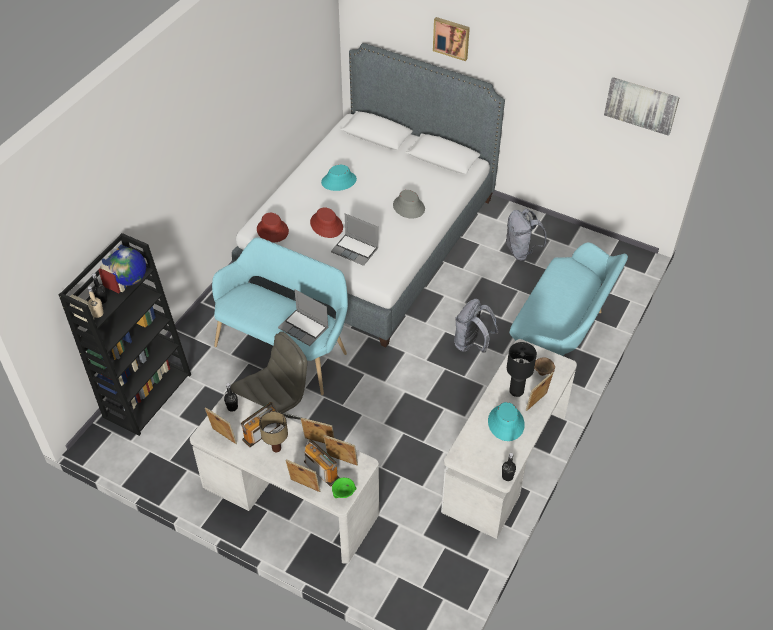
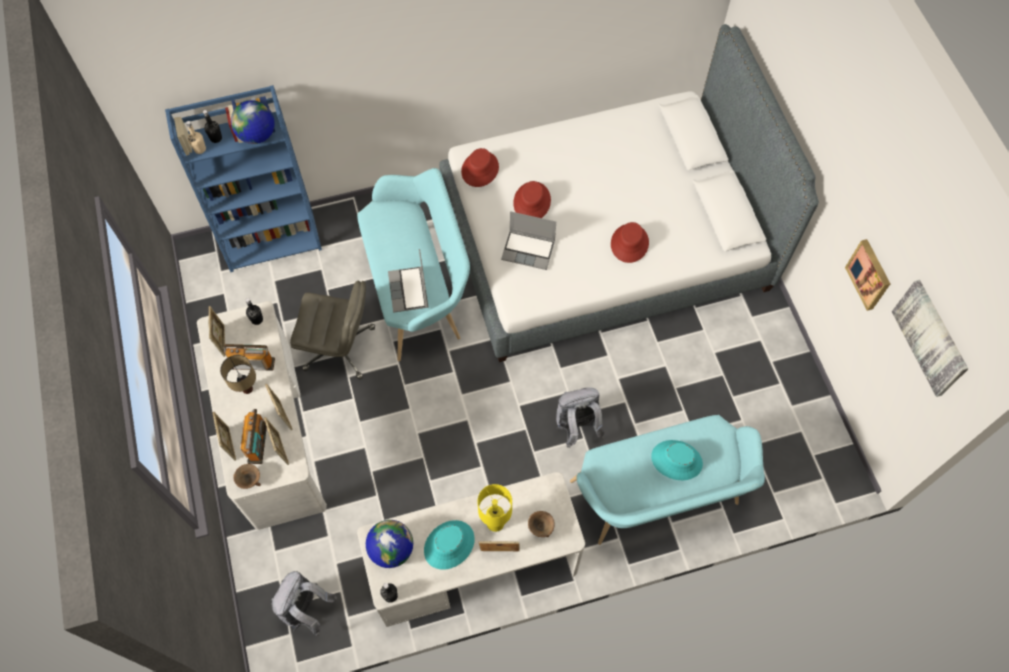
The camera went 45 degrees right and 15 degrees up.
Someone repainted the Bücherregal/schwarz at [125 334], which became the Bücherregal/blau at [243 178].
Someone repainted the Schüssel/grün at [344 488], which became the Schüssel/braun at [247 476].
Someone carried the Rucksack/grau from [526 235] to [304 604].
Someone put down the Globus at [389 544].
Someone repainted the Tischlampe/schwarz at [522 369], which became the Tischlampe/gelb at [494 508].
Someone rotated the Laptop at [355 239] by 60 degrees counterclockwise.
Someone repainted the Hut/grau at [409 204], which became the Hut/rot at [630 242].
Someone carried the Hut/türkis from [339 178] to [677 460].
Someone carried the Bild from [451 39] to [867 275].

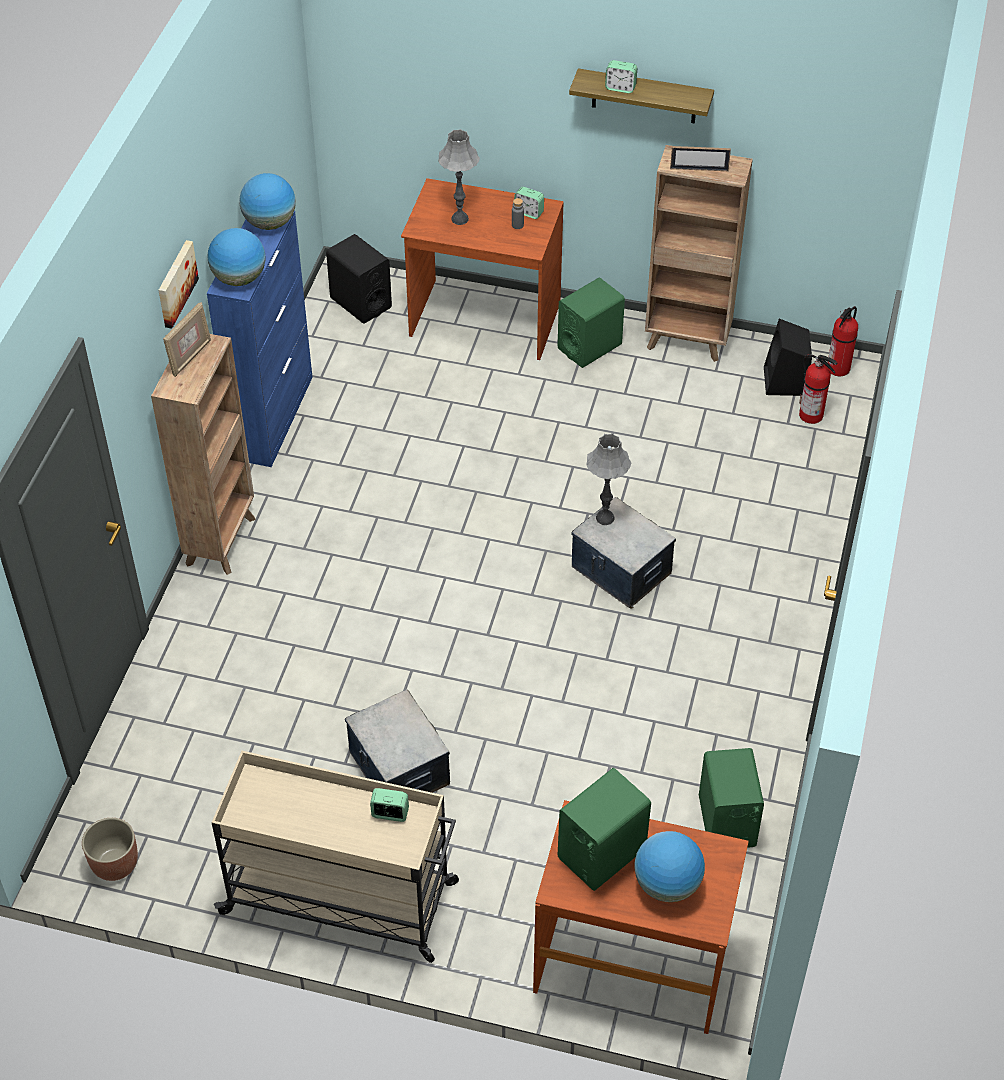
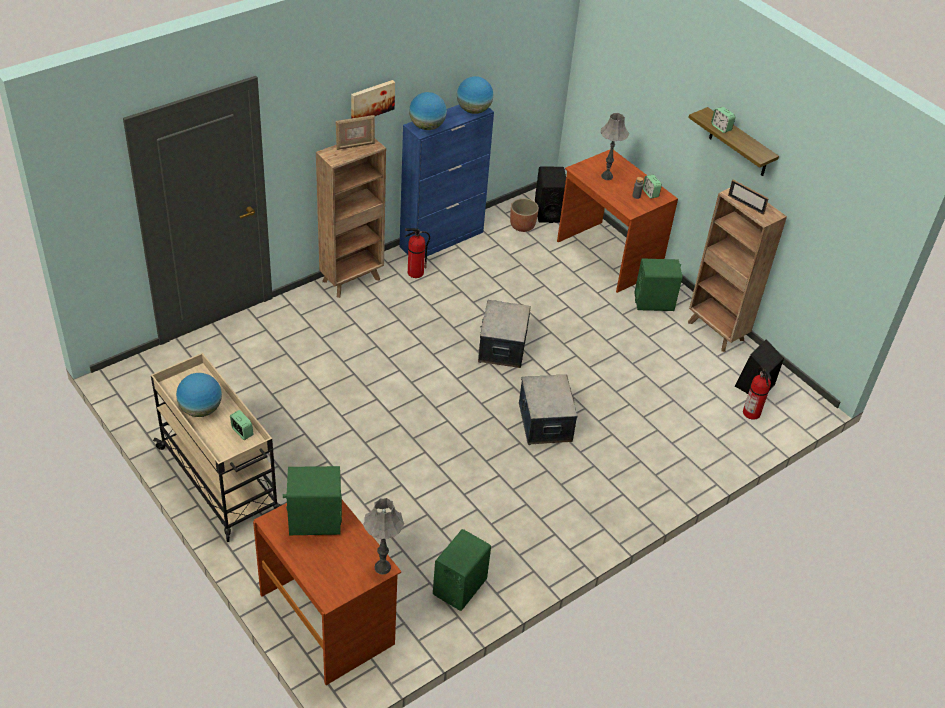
The camera went 35 degrees right and 5 degrees down.
Someone carried the Globus from [669 866] to [199 395].
Someone carried the Tischlampe/grau from [608 479] to [383 536].
Someone carried the Feuerlöscher from [842 341] to [417 253].
Someone carried the Aufbewahrungsbox from [397 741] to [504 334].
Someone carried the Pflanzkübel from [110 849] to [524 215].

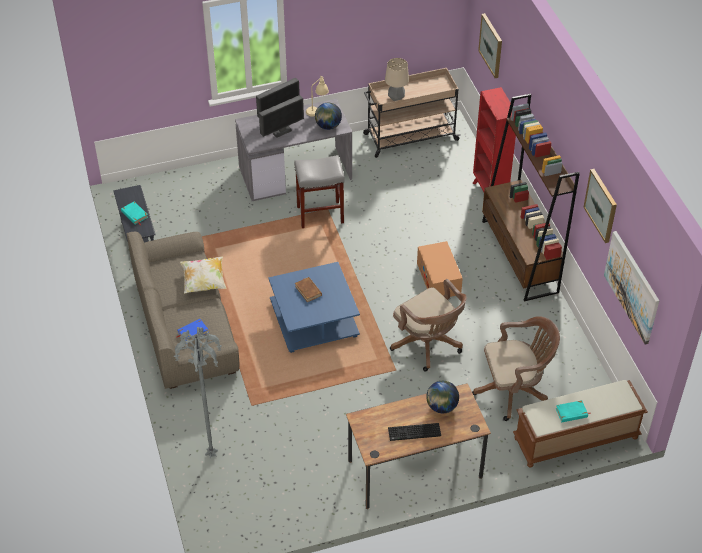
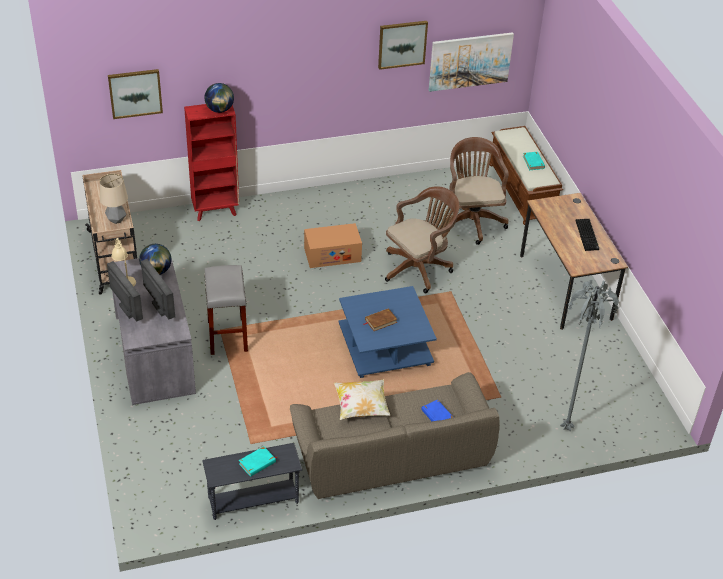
The camera went 90 degrees left and 5 degrees down.
Someone carried the Globus from [442 397] to [219 98].
Someone took away the Bücherregal/braun at [531 197].

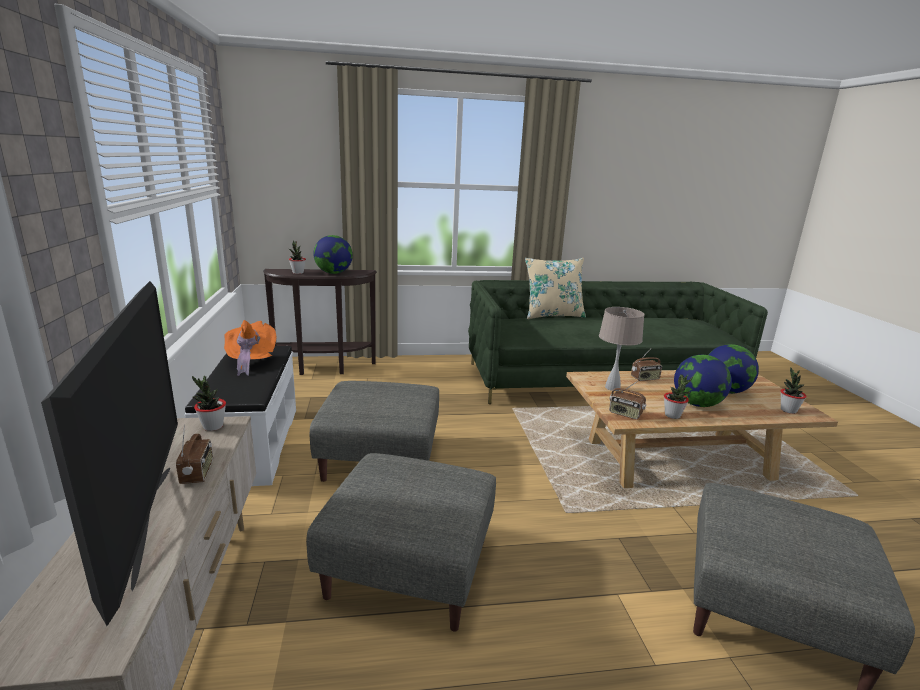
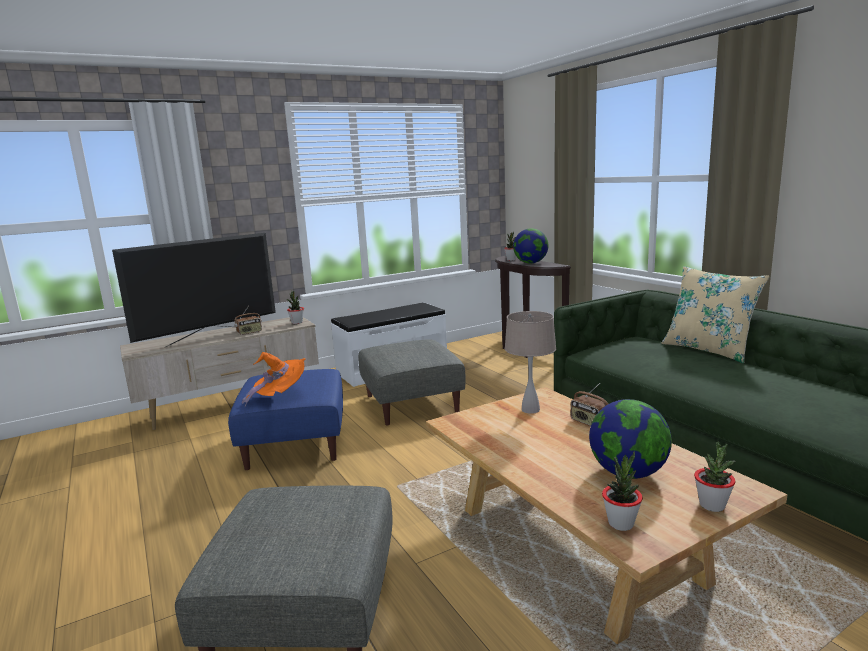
The camera went 70 degrees right and 5 degrees down.
Someone repainted the Polsterhocker/grau at [401 542], which became the Polsterhocker/blau at [285 419].
Someone carried the Hut/orange from [250 348] to [273 379].
Someone carried the Topfpflanze from [678 396] to [715 477].
Someone took away the Radio at [627 400].
Someone took away the Globus at [703 381].

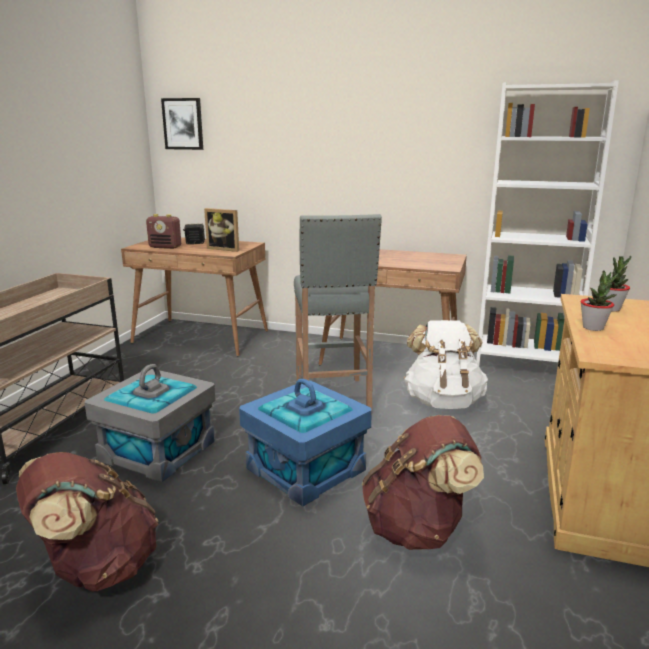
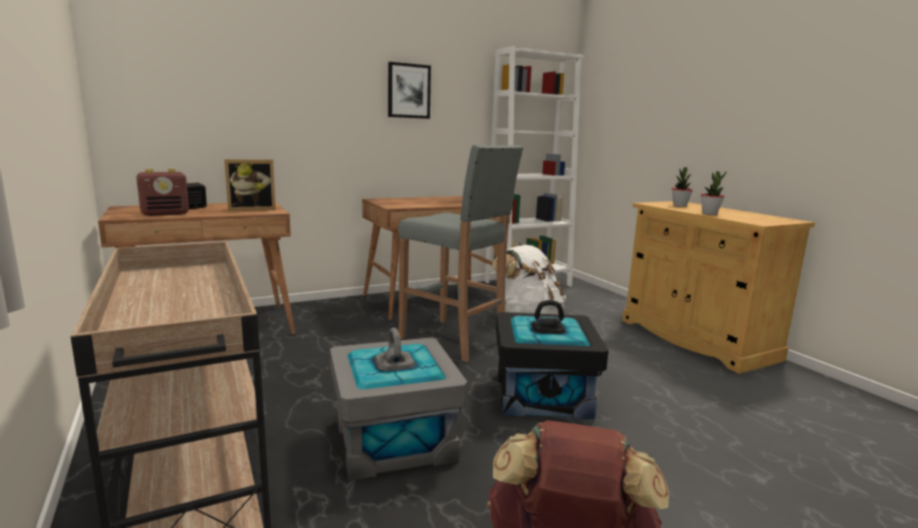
The camera went 45 degrees left and 5 degrees down.
Someone carried the Bild from [182 124] to [409 90].
Someone repainted the Aufbewahrungsbox/blau at [305 442], which became the Aufbewahrungsbox/schwarz at [552 359].
Someone took away the Rucksack/braun at [423 482].

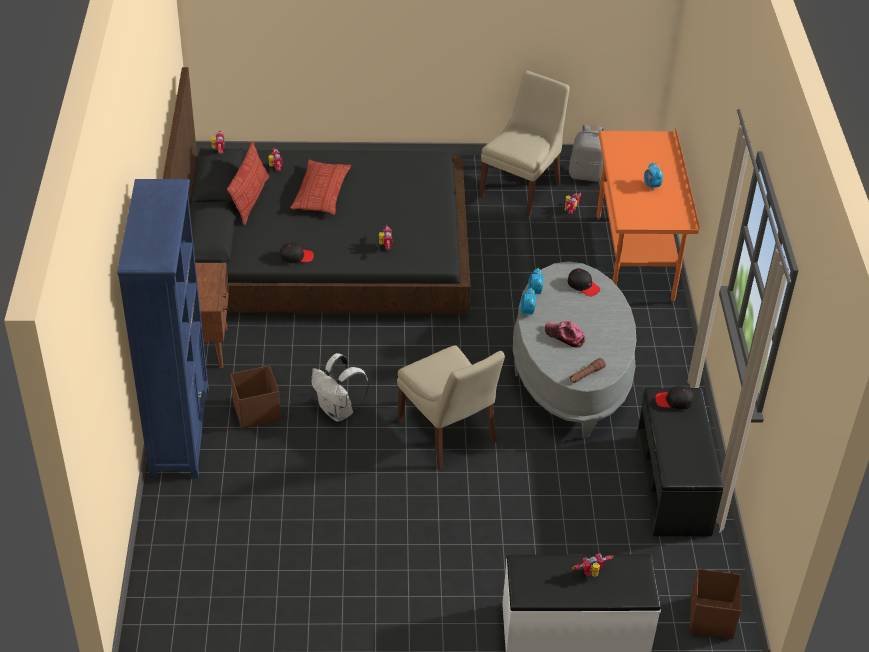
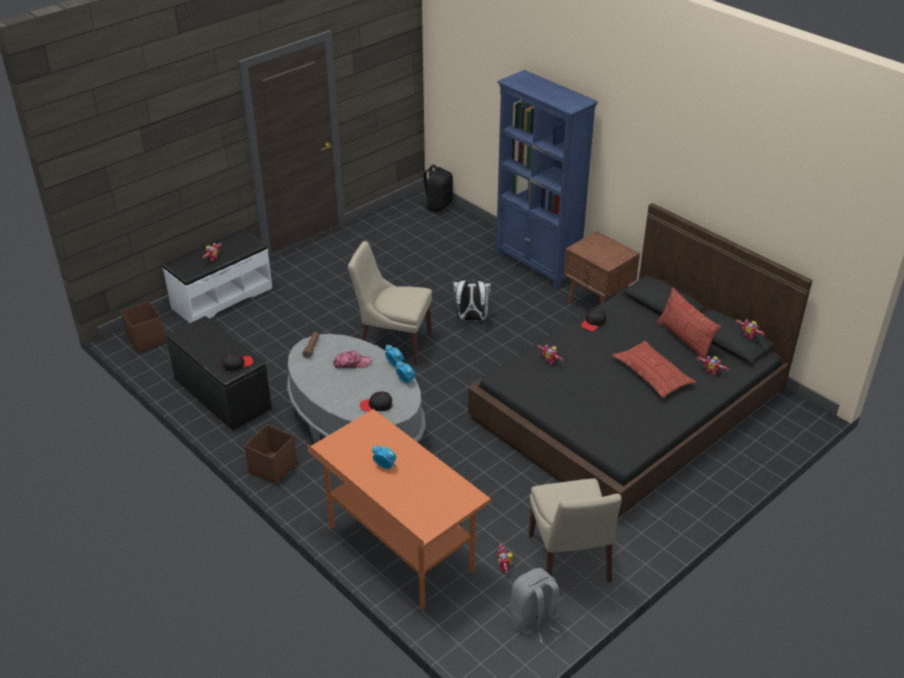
The camera went 140 degrees right and 5 degrees down.
Someone carried the Aufbewahrungsbox/braun from [255 397] to [270 454].
Someone put down the Rucksack/schwarz at [436 188].

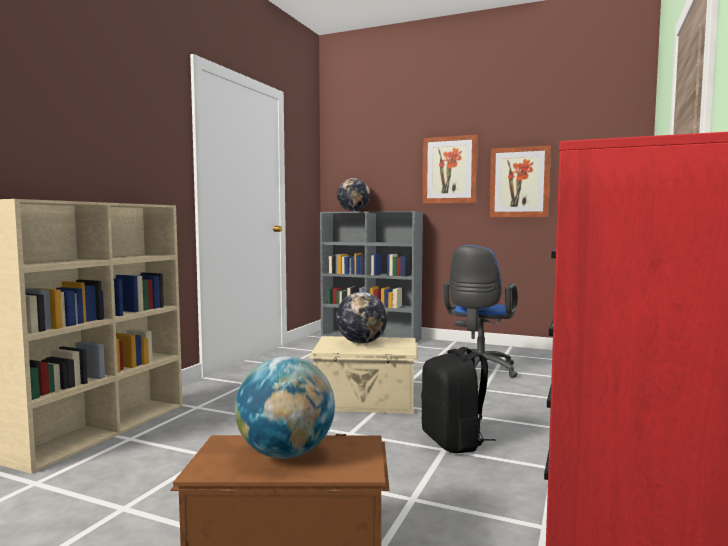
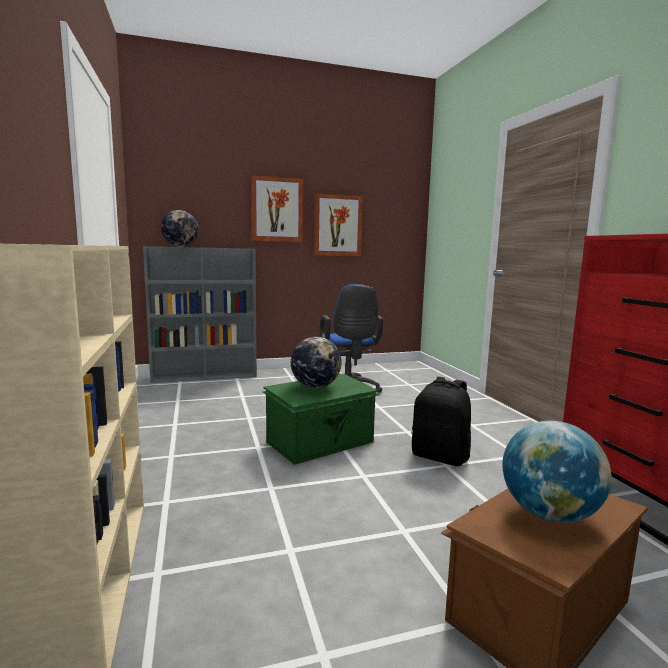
The camera went 40 degrees left and 5 degrees up.
Someone repainted the Aufbewahrungsbox/beige at [363 375], which became the Aufbewahrungsbox/grün at [322 419].

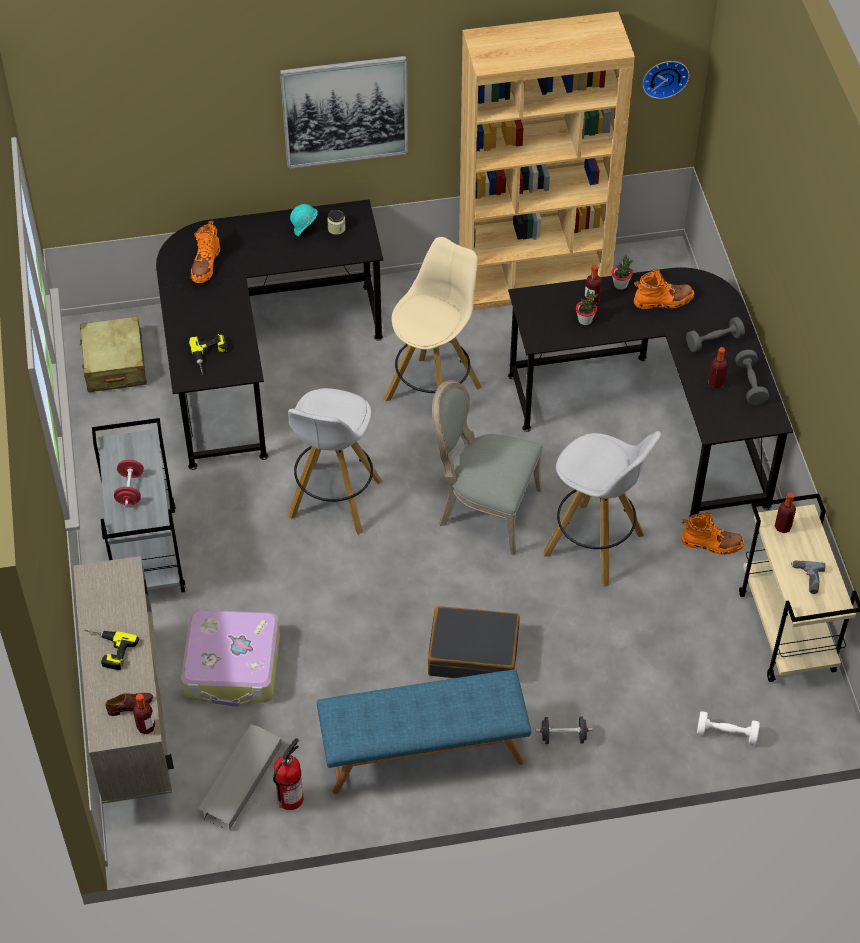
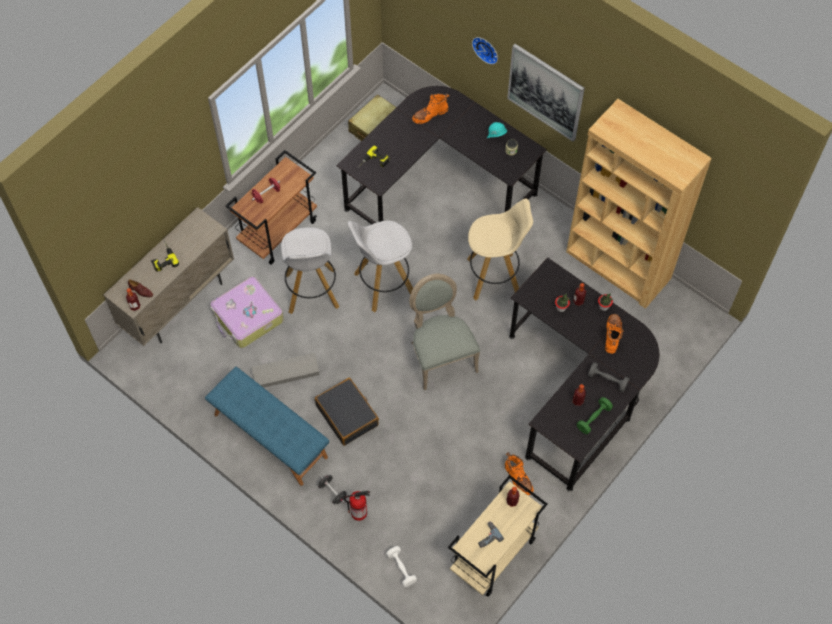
The camera went 50 degrees right and 10 degrees up.
Someone repainted the Rollwagen/grau at [138 505], which became the Rollwagen/braun at [271 207].
Someone carried the Aufbewahrungsbox/grau from [240 777] to [285 370].
Someone carried the Hocker/weiß from [602 509] to [310 270].
Someone carried the Feuerlöscher from [288 774] to [357 506].
Someone carried the Wanduhr from [665 80] to [485 50].
Someone repainted the Hantel/grau at [752 377], which became the Hantel/grün at [595 415].
Someone rotated the Stiefel/orange at [664 289] by 120 degrees counterclockwise.

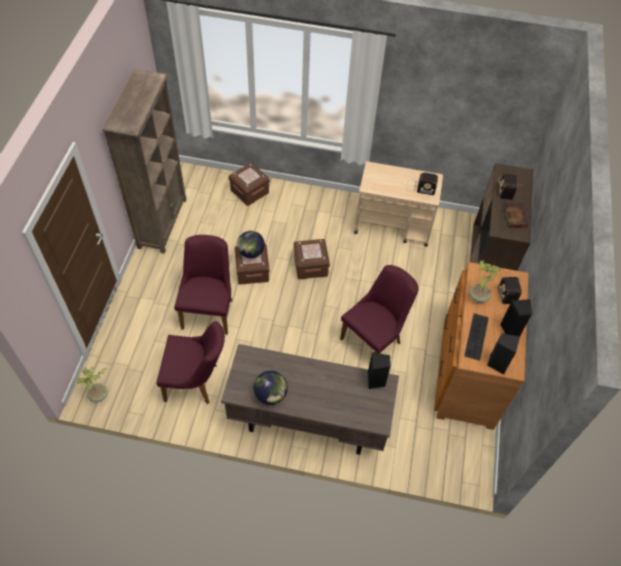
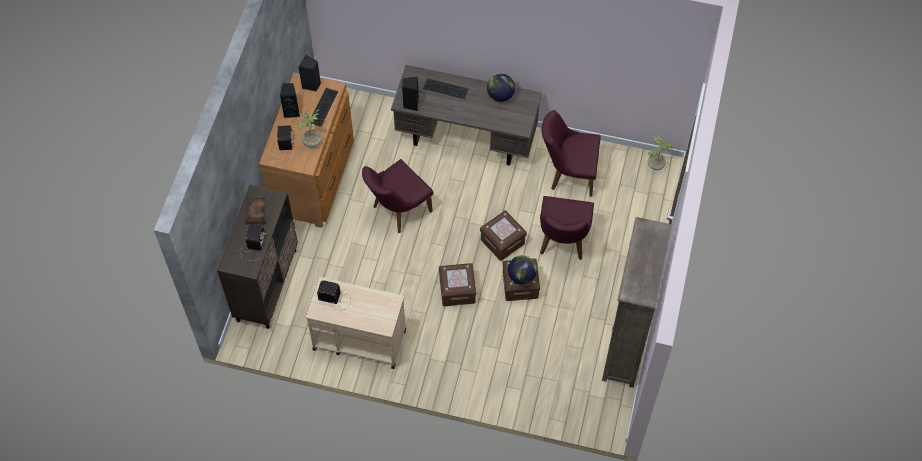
The camera went 175 degrees left and 5 degrees up.
Someone put down the Tastatur at [445 88].
Someone carried the Aufbewahrungsbox/braun from [249 184] to [503 235].

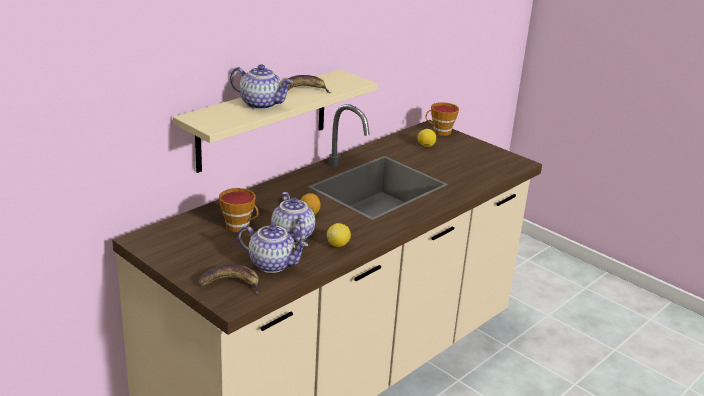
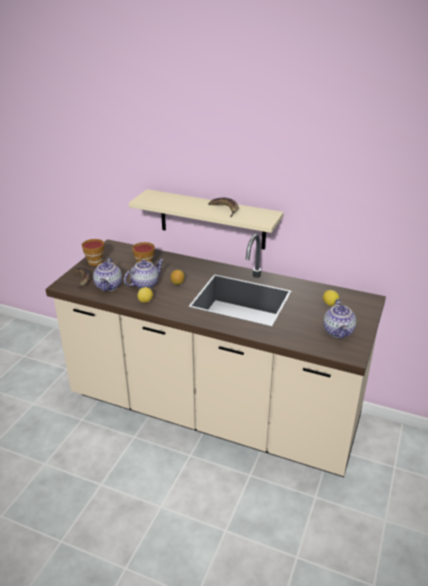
The camera went 70 degrees right and 5 degrees up.
Someone carried the Tasse from [442 119] to [93 252].
Someone carried the Teekanne from [261 87] to [339 319].

